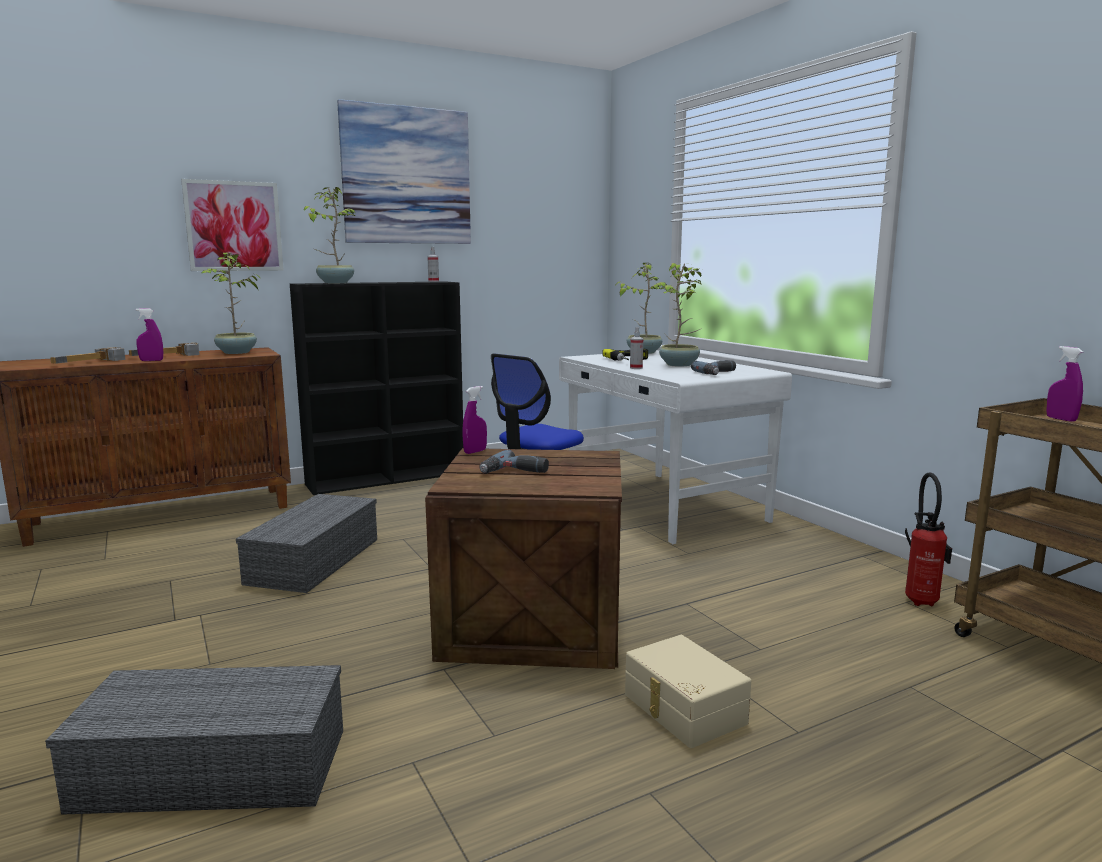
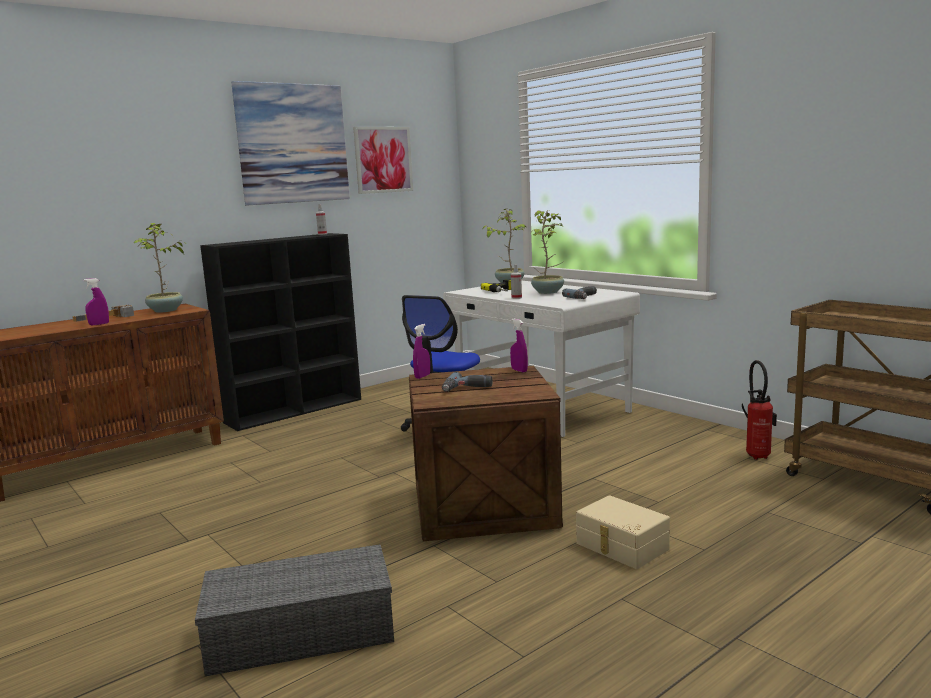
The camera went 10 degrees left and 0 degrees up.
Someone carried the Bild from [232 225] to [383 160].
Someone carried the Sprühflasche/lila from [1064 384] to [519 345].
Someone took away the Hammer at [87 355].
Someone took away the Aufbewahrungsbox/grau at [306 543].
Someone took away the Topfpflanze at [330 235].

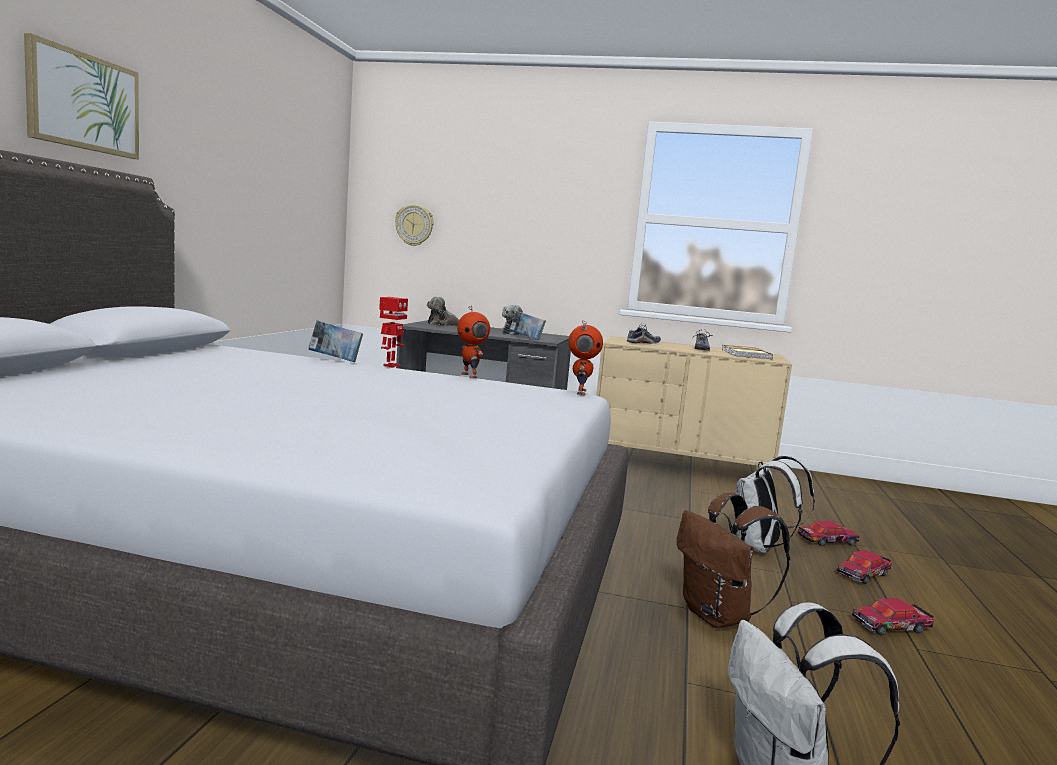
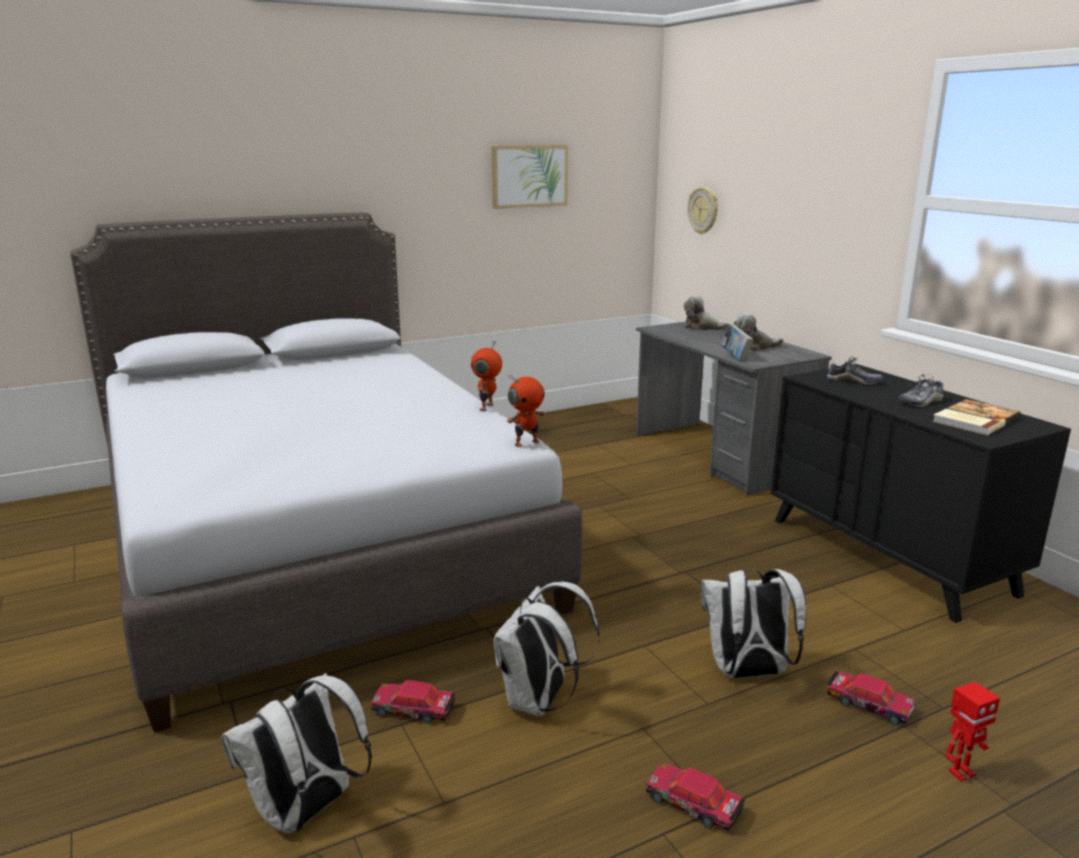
The camera went 50 degrees right and 10 degrees up.
Someone carried the Spielzeugauto from [864 567] to [413 702].
Someone carried the Bild from [81 96] to [530 177].
Someone repainted the Rucksack/braun at [733 560], which became the Rucksack/weiß at [546 649].
Someone repainted the Kommode/beige at [694 402], which became the Kommode/schwarz at [921 493].
Someone carried the Spielzeugroboter from [393 332] to [972 732].
Someone took away the Buch at [335 341].

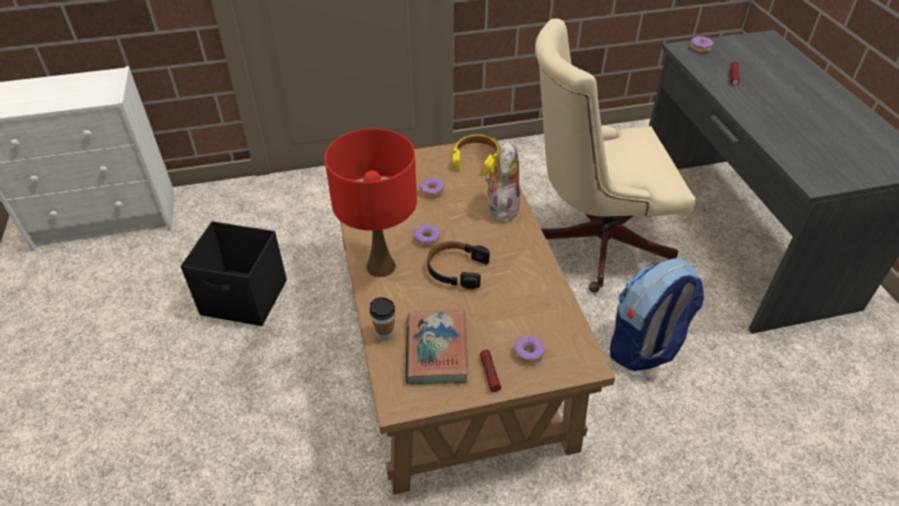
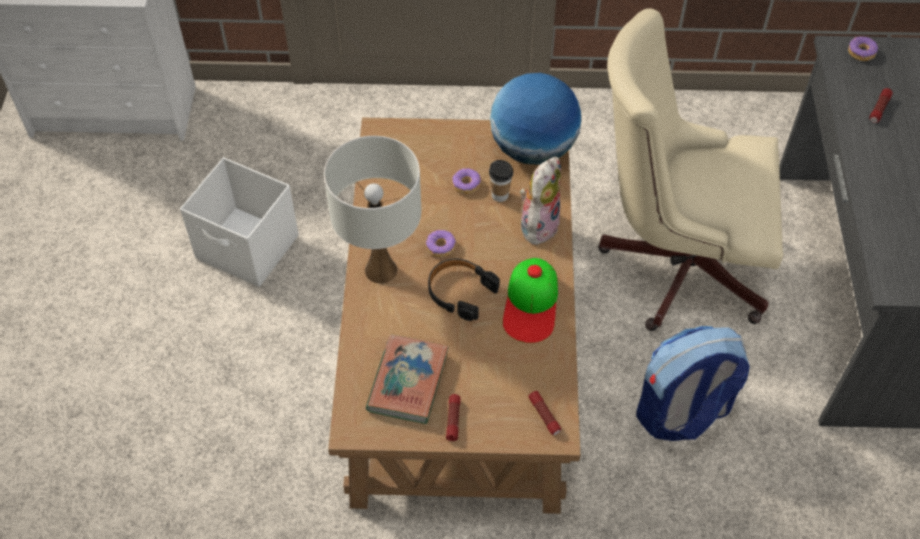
The camera went 15 degrees right and 10 degrees up.
Someone repainted the Aufbewahrungsbox/schwarz at [234 273], which became the Aufbewahrungsbox/weiß at [239 222].
Someone repainted the Tischlampe/rot at [371 203], which became the Tischlampe/weiß at [372 210].
Someone carried the Tasse from [382 319] to [501 181].
Someone swapped the Kopfhörer/gelb at [475 155] for the Globus at [536 119].
Someone put down the Kappe at [530 300].
Someone put down the Taschenlampe at [544 413].
Someone took away the Donut at [529 350].

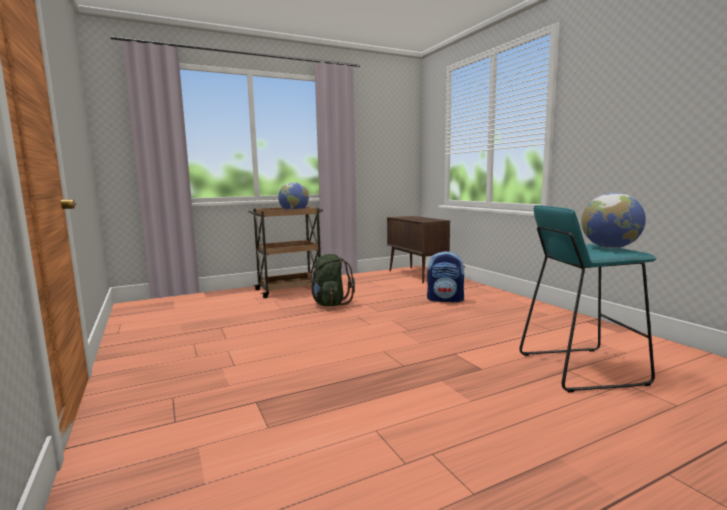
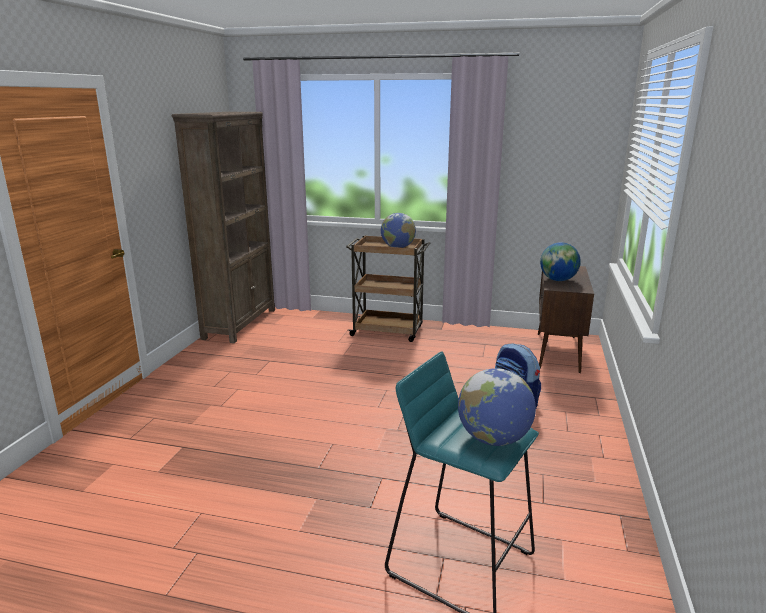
The camera went 40 degrees right and 10 degrees up.
Someone put down the Bücherregal/braun at [223 227].
Someone put down the Globus at [560 261].
Someone took away the Rucksack/grün at [331 280].

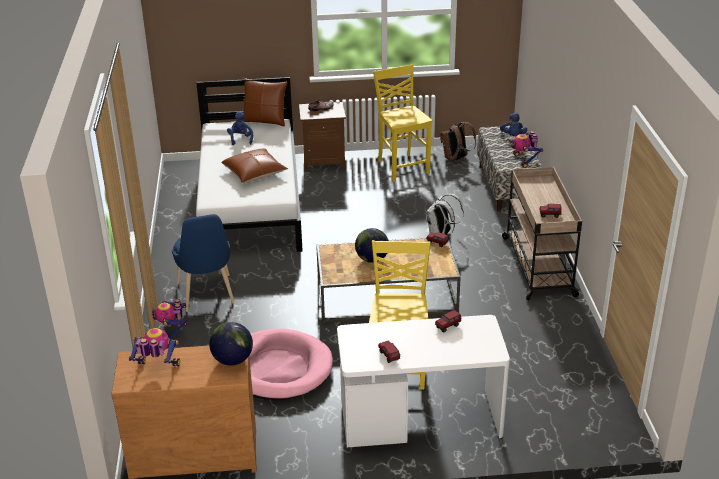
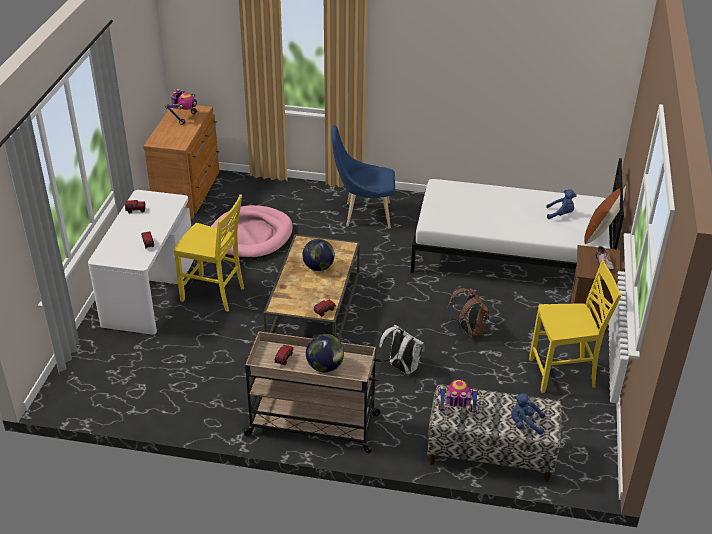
The camera went 105 degrees right and 5 degrees up.
Someone carried the Globus from [231 344] to [325 353].
Someone carried the Rucksack/braun from [458 142] to [468 313].
Someone took away the Spielzeugroboter at [169 319].
Someone took away the Kissen/braun at [254 166].

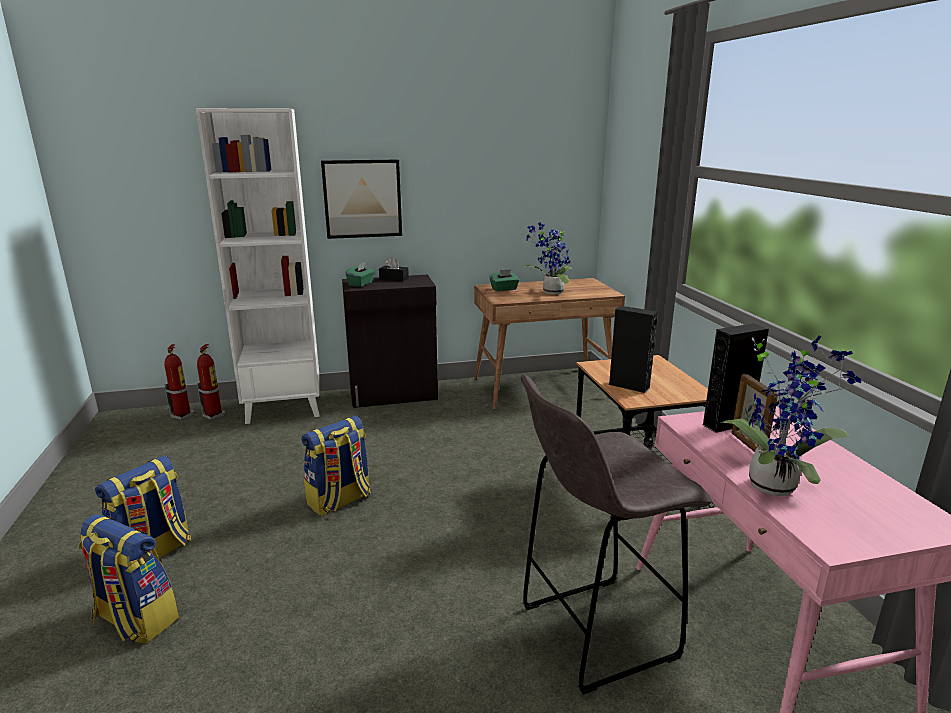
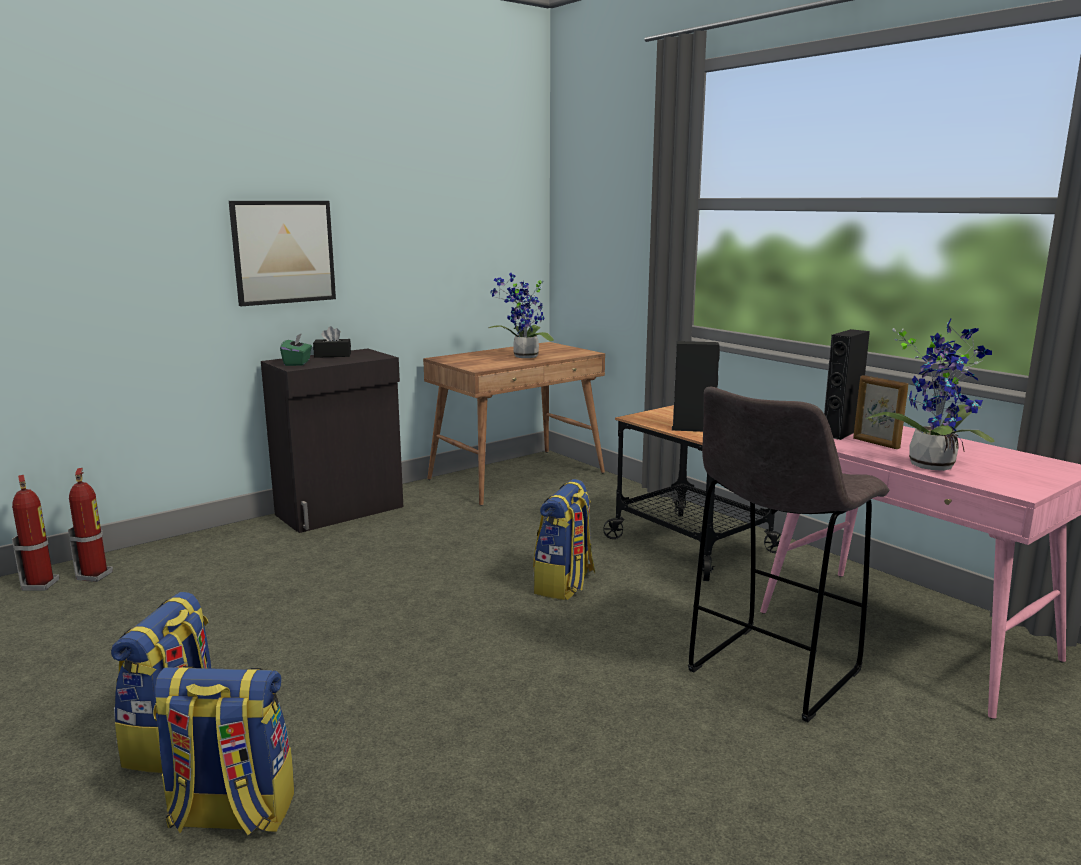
The camera went 25 degrees left and 5 degrees down.
Someone carried the Rucksack from [336 466] to [564 539].
Someone took away the Bücherregal/weiß at [257 266].
Someone took away the Taschentuchbox/grün at [504 280].

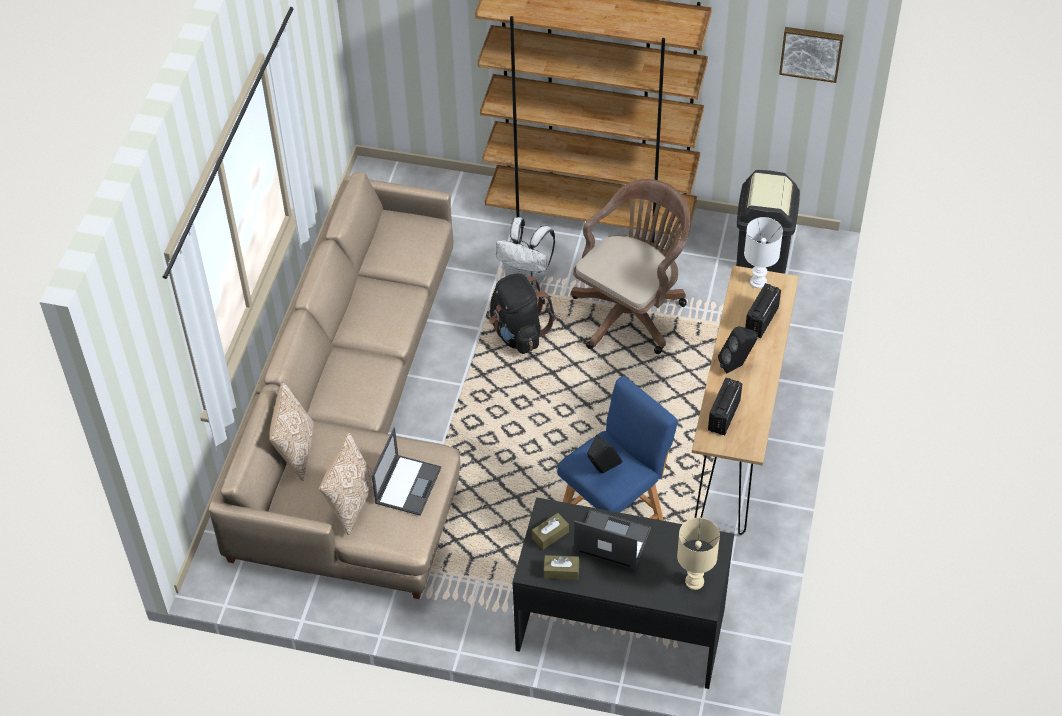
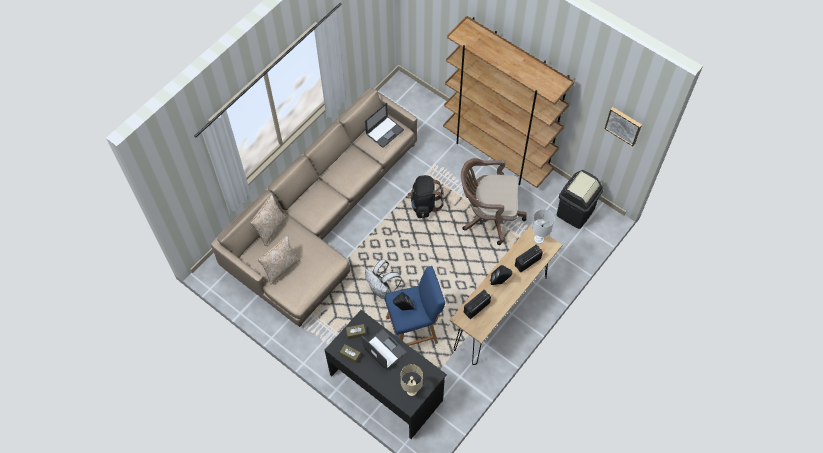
The camera went 25 degrees right and 10 degrees up.
Someone carried the Laptop from [406 472] to [384 125].
Someone carried the Rucksack/weiß from [525 253] to [383 279].
Someone rotated the Bürostuhl/braun at [630 266] by 150 degrees counterclockwise.

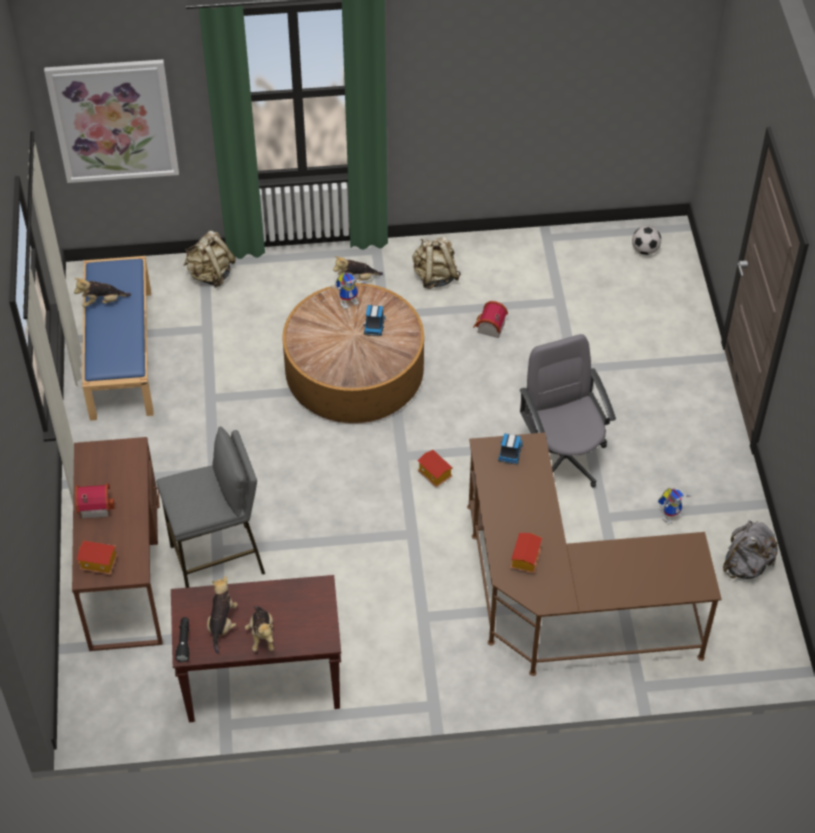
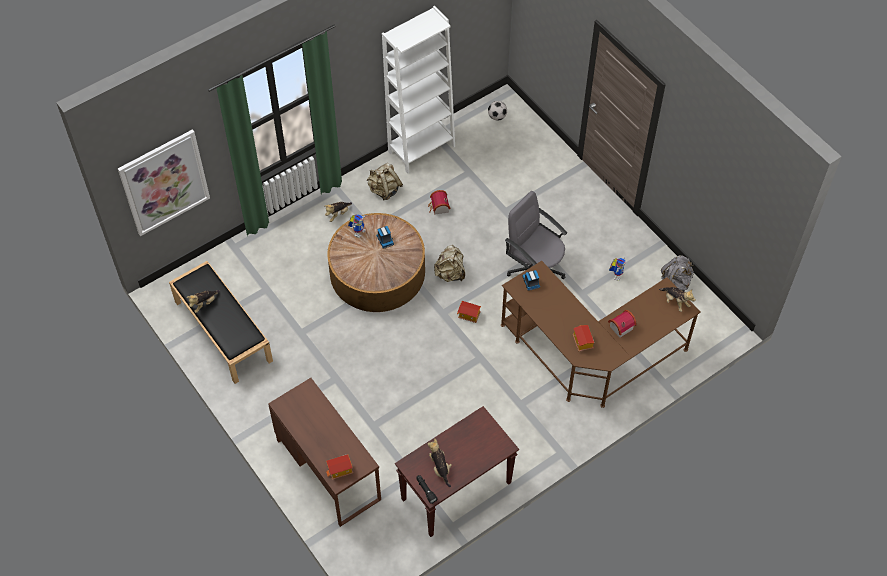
The camera went 30 degrees left and 5 degrees up.
Someone repainted the Bank/blau at [118 338], which became the Bank/schwarz at [221 322].
Someone put down the Bücherregal/weiß at [418 89].
Someone carried the Rucksack/beige from [210 259] to [449 263].
Someone carried the Spielzeughaus from [95 501] to [622 324].
Someone carried the Plüschtier from [259 629] to [677 299].
Someone took away the Hocker/grau at [210 507].

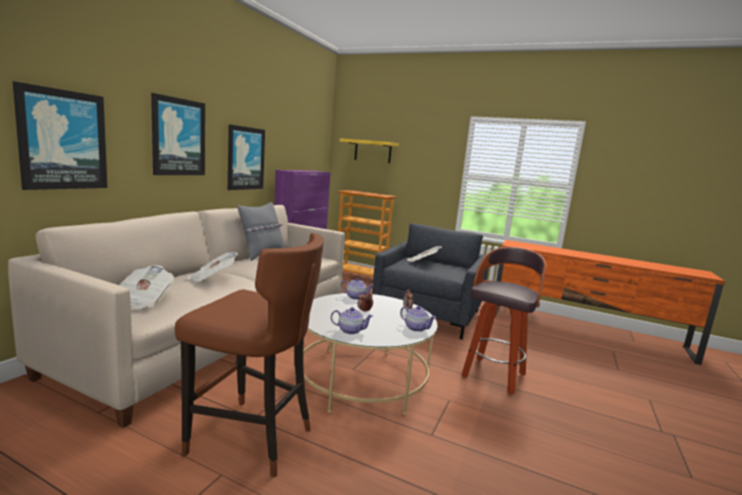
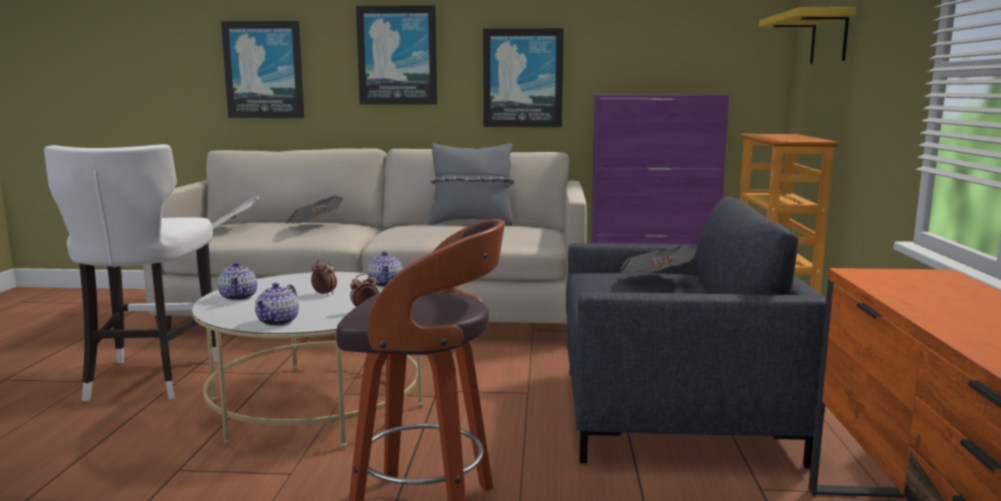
The camera went 70 degrees right and 0 degrees up.
Someone repainted the Hocker/braun at [249 355], which became the Hocker/weiß at [130 272].

